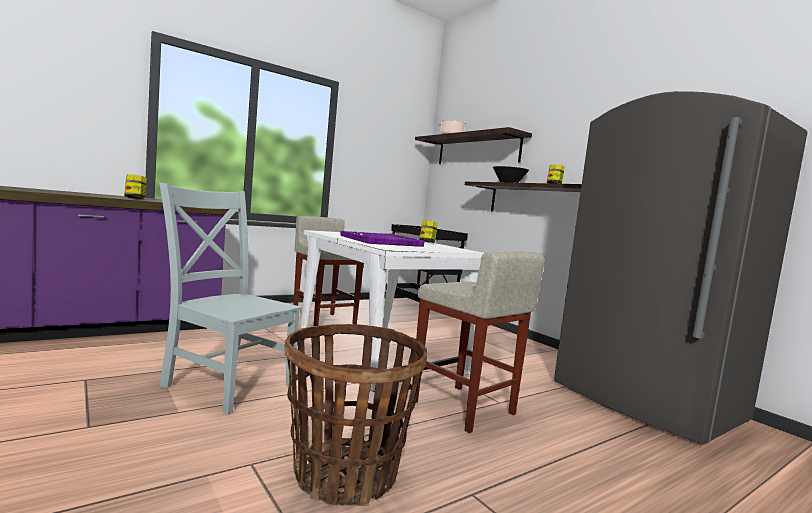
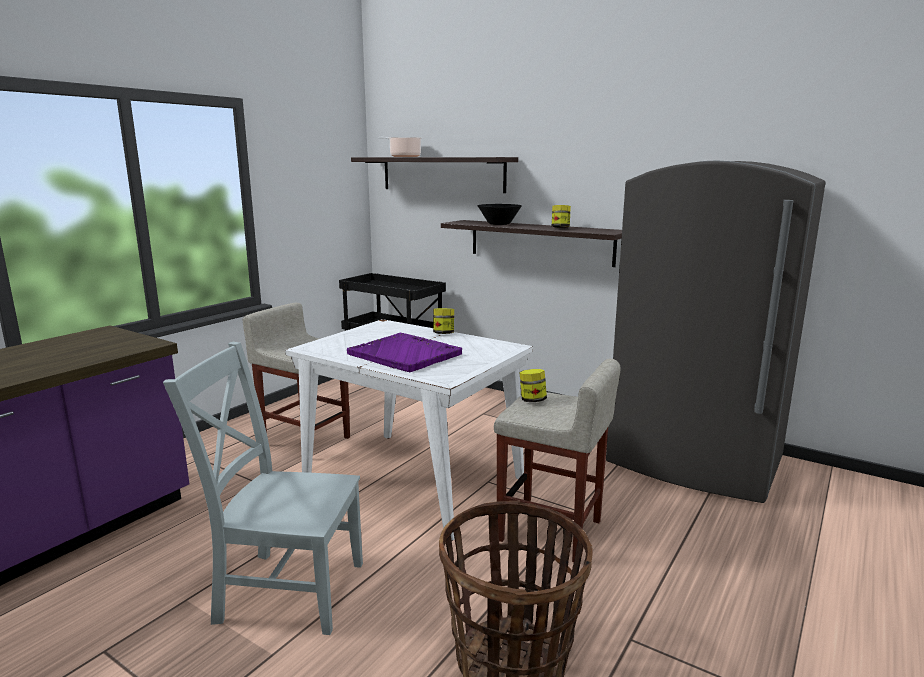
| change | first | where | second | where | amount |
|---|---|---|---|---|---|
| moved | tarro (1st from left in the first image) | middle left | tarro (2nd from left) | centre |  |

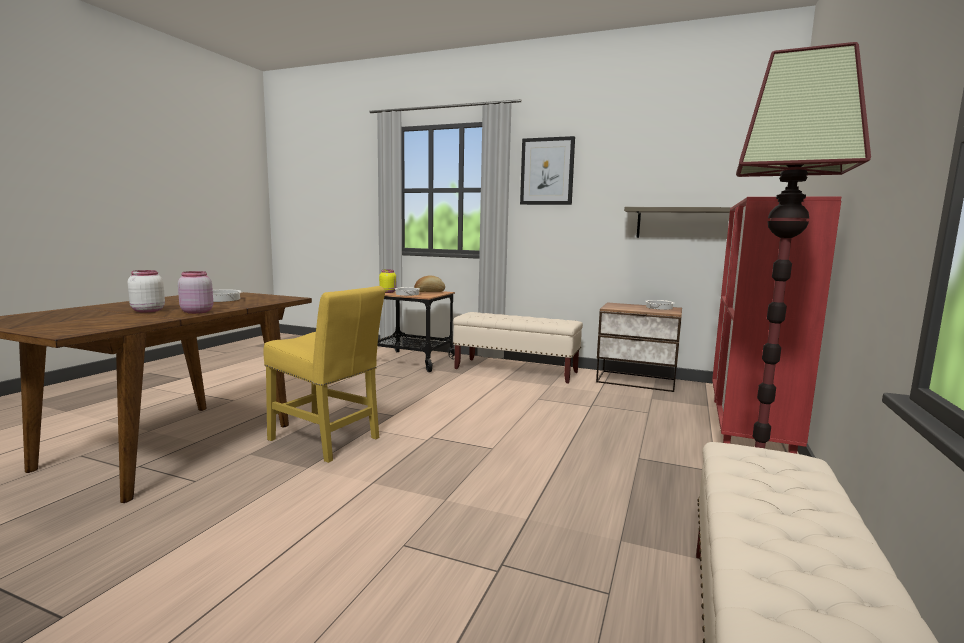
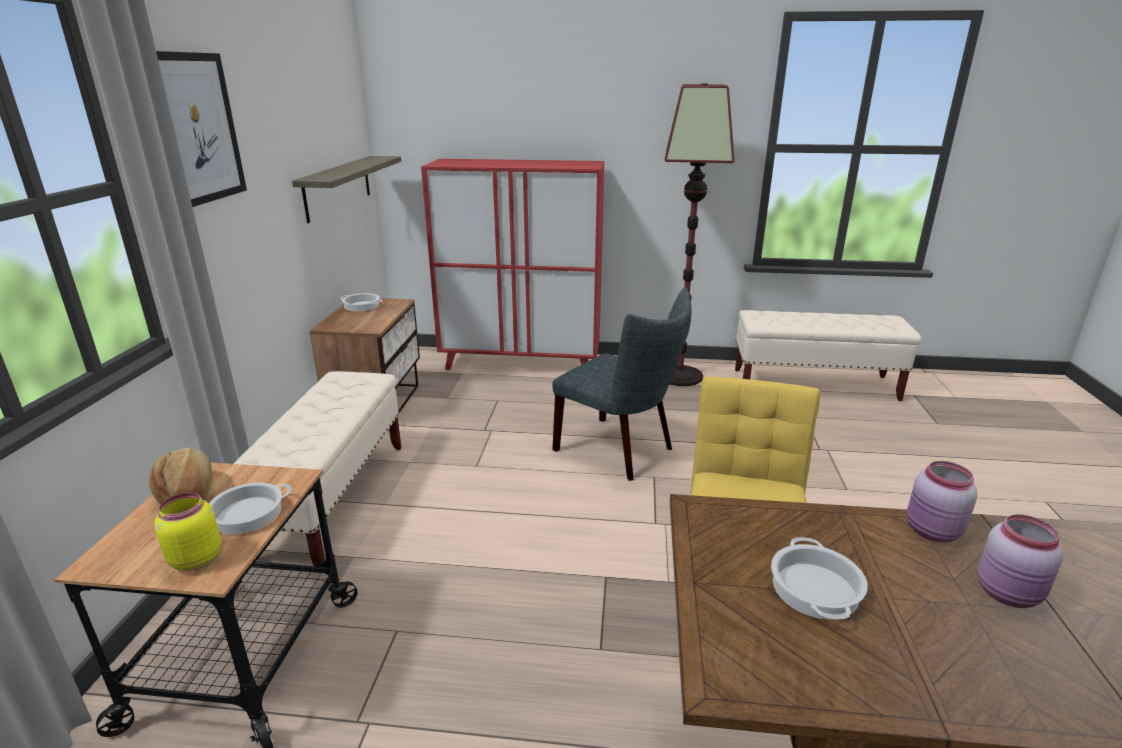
| change | first | where | second | where | amount |
|---|---|---|---|---|---|
| recoloured | tarro [blanco] | middle left | tarro [rosa] (2nd from left) | bottom right |  |
| added |  |  | silla [gris] | centre |  |

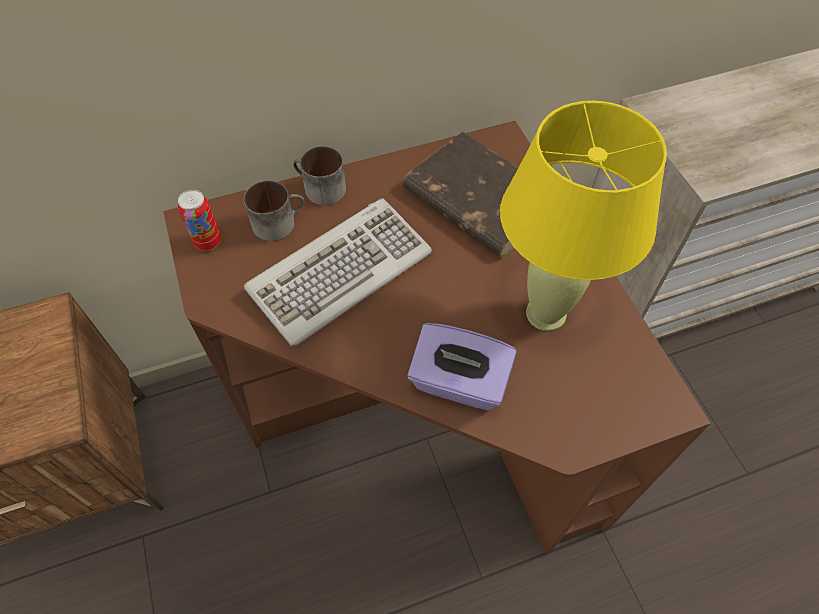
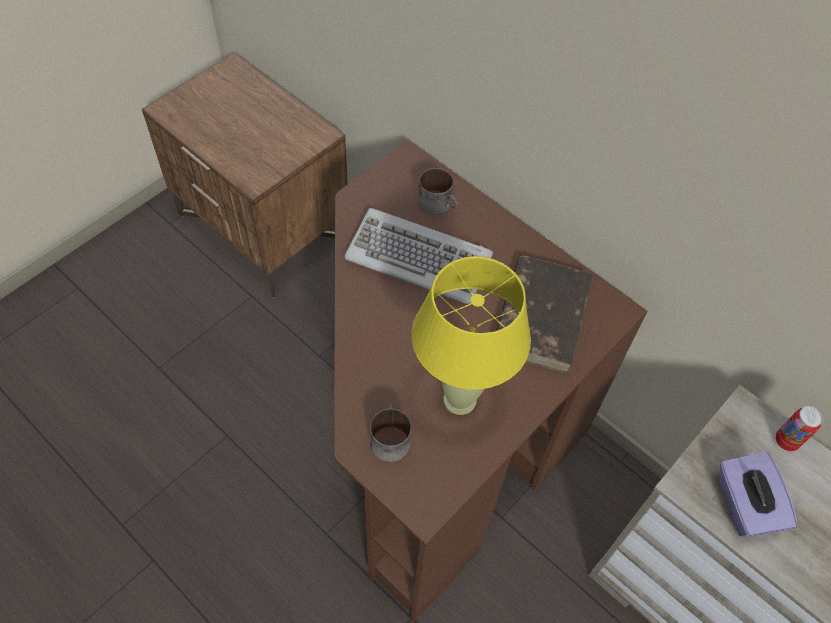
| change | first | where | second | where | amount |
|---|---|---|---|---|---|
| moved | taza grande (2nd from left in the first image) | top centre | taza grande (1st from left) | bottom centre |  |
| moved | lata | middle left |  | bottom right |  |
| moved | caja de pañuelos [morado] | centre |  | bottom right |  |

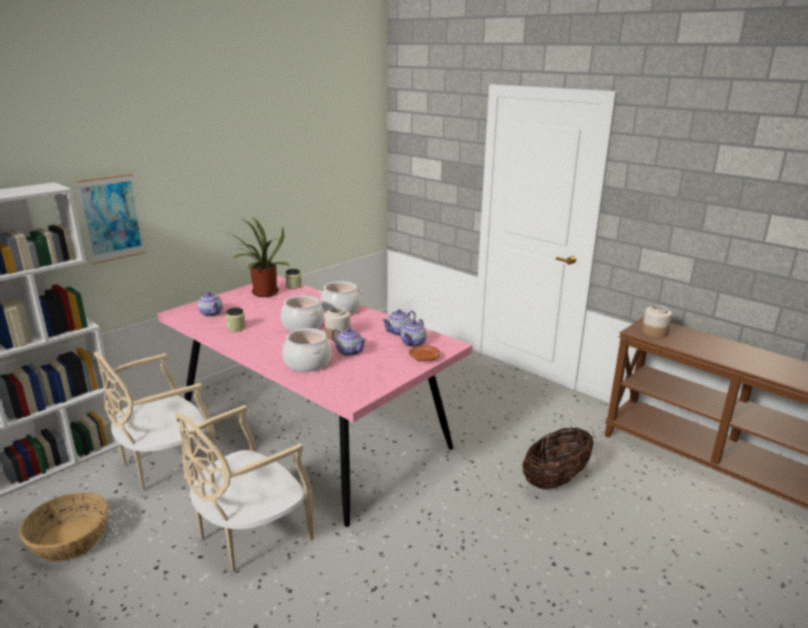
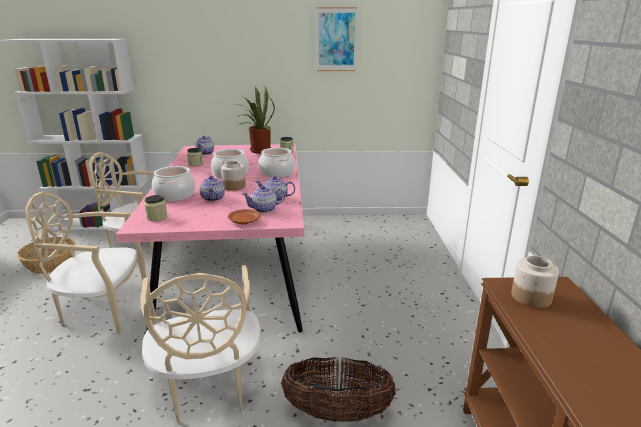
| change | first | where | second | where | amount |
|---|---|---|---|---|---|
| moved | cuadro | middle left |  | top centre |  |
| added |  |  | tarro (1st from left) | middle left |  |
| added |  |  | silla [beis] (3rd from left) | bottom left |  |

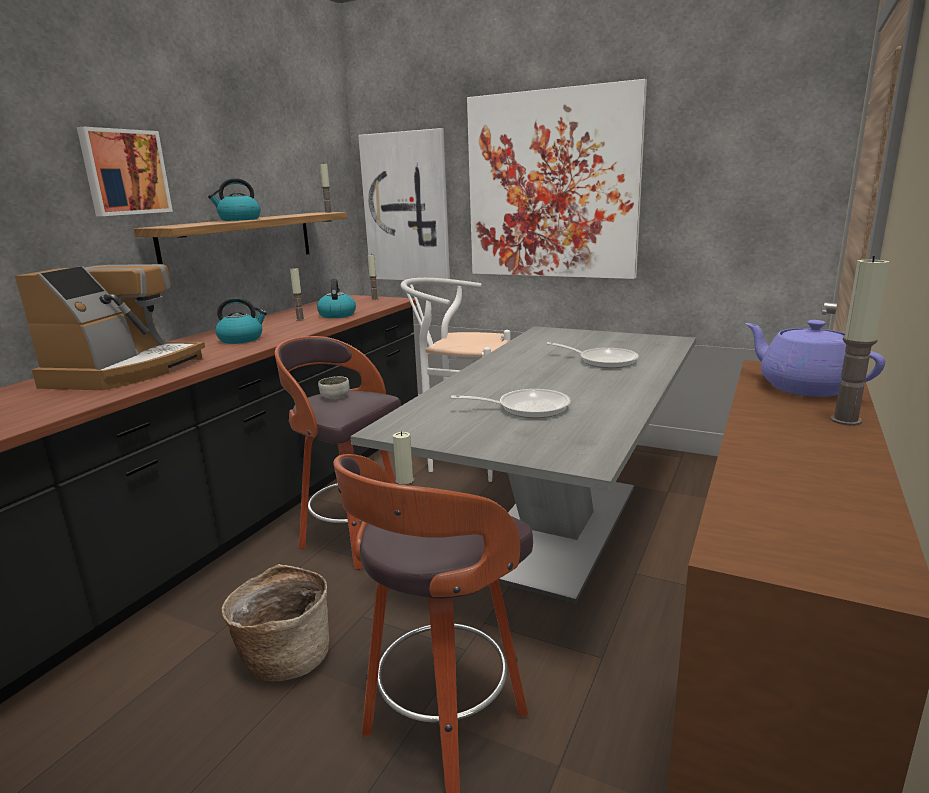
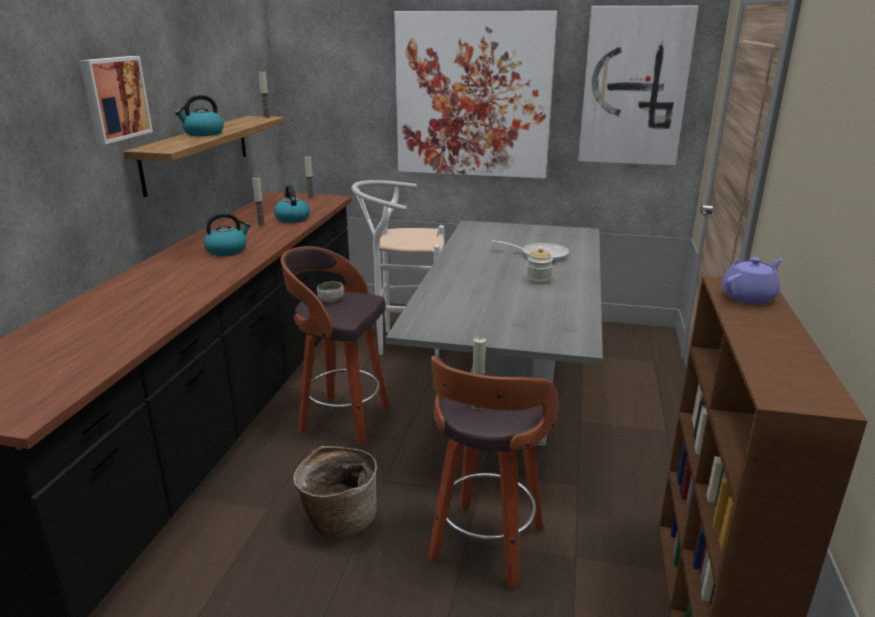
| change | first | where | second | where | amount |
|---|---|---|---|---|---|
| moved | cuadro (2nd from left in the first image) | top centre | cuadro (3rd from left) | top right |  |
| removed | vela (5th from left) | middle right |  |  |  |
| removed | cafetera | middle left |  |  |  |
| turned | tetera [morado] | middle right |  | middle right | 105 degrees clockwise |
| removed | sartén (1st from left) | centre |  |  |  |
| added |  |  | tarro | centre |  |

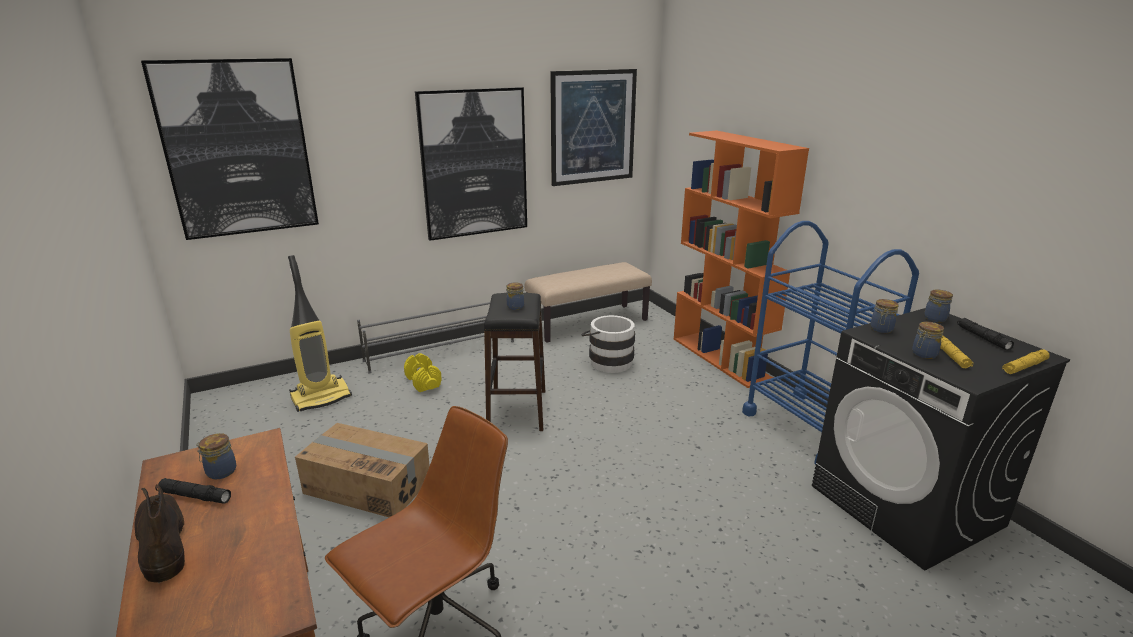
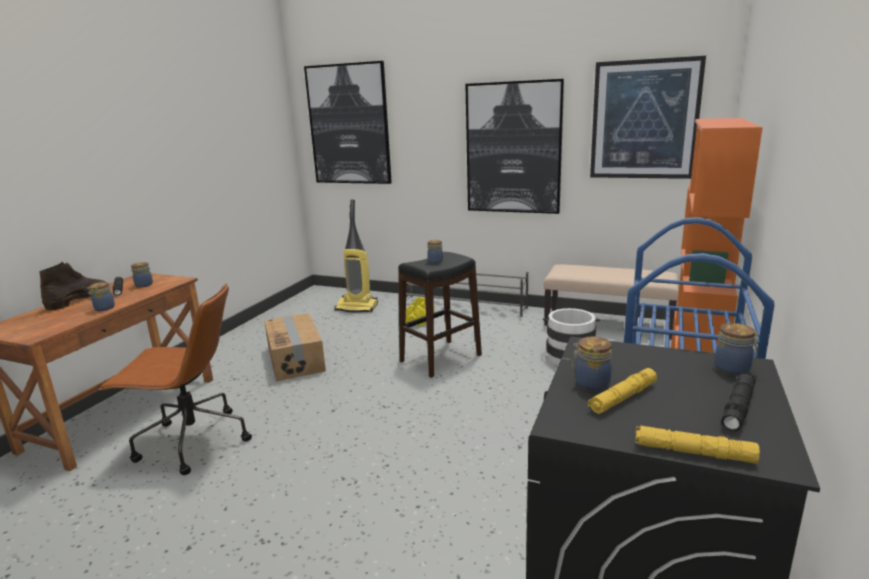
| change | first | where | second | where | amount |
|---|---|---|---|---|---|
| moved | tarro (3rd from left in the first image) | middle right | tarro (1st from left) | middle left |  |

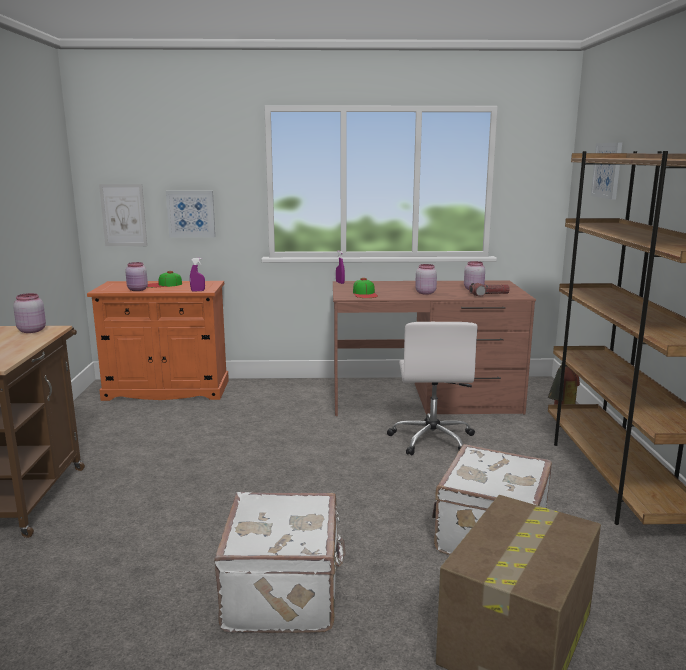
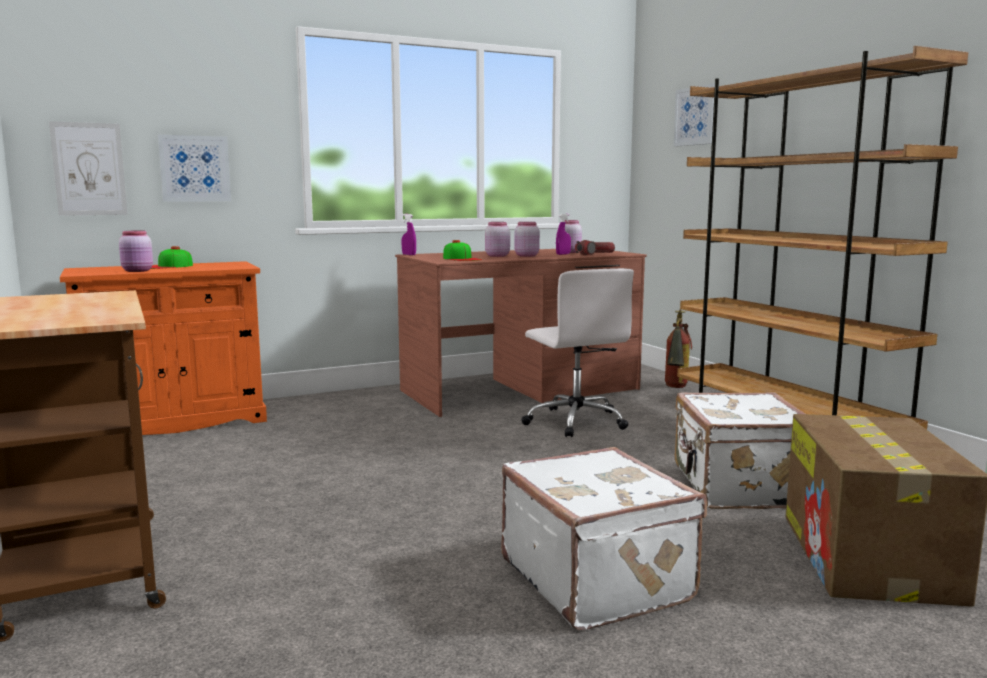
| change | first | where | second | where | amount |
|---|---|---|---|---|---|
| moved | pulverizador [morado] (1st from left in the first image) | middle left | pulverizador [morado] (2nd from left) | centre |  |
| moved | tarro [rosa] (1st from left in the first image) | middle left | tarro [rosa] (2nd from left) | centre |  |

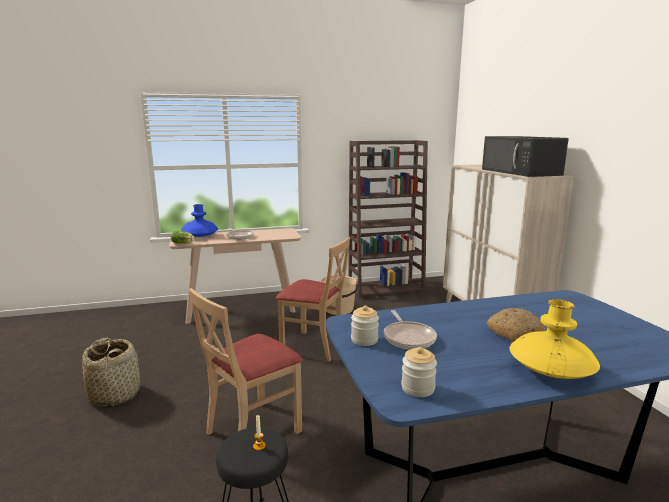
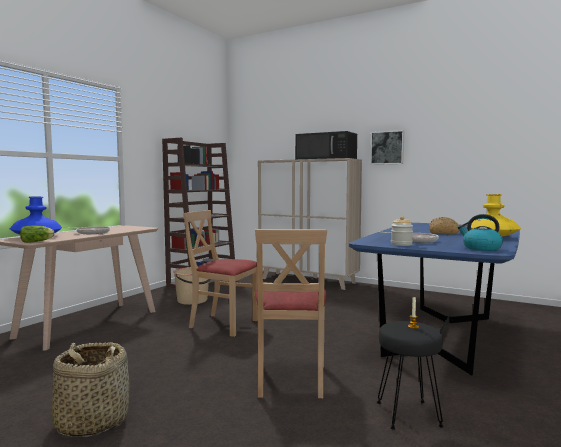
| change | first | where | second | where | amount |
|---|---|---|---|---|---|
| turned | silla [beis] (2nd from left in the first image) | centre | silla [beis] (1st from left) | centre | 135 degrees counterclockwise |
| replaced | tarro (2nd from left) | bottom centre | hervidor | middle right |  |
| added |  |  | cuadro | top right |  |

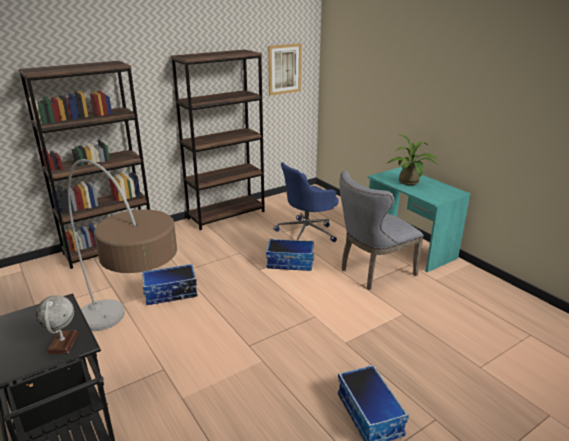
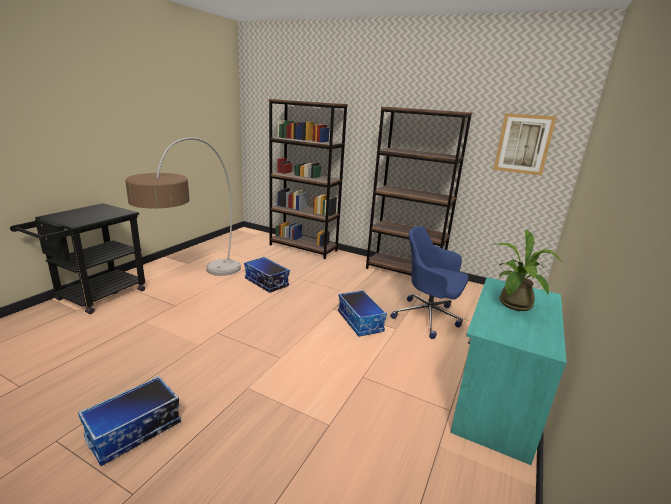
| change | first | where | second | where | amount |
|---|---|---|---|---|---|
| removed | silla [gris] | middle right |  |  |  |
| removed | globo terráqueo | bottom left |  |  |  |

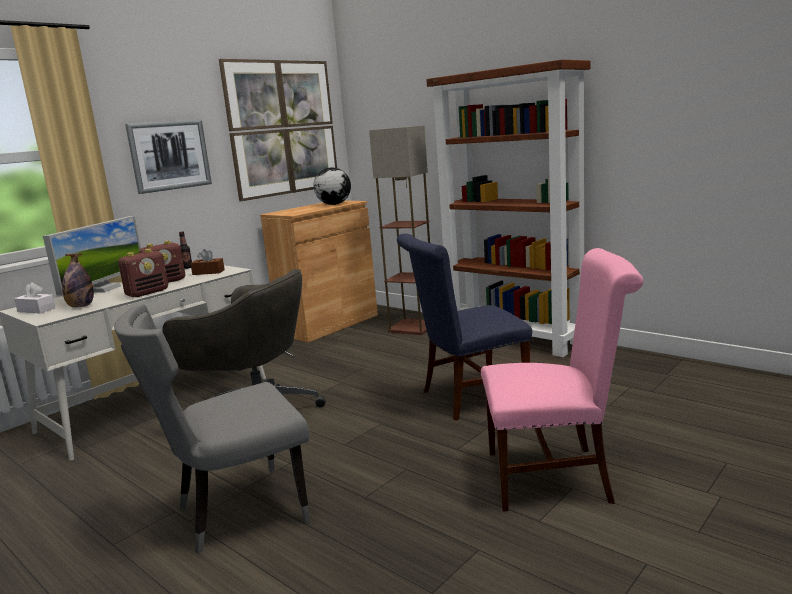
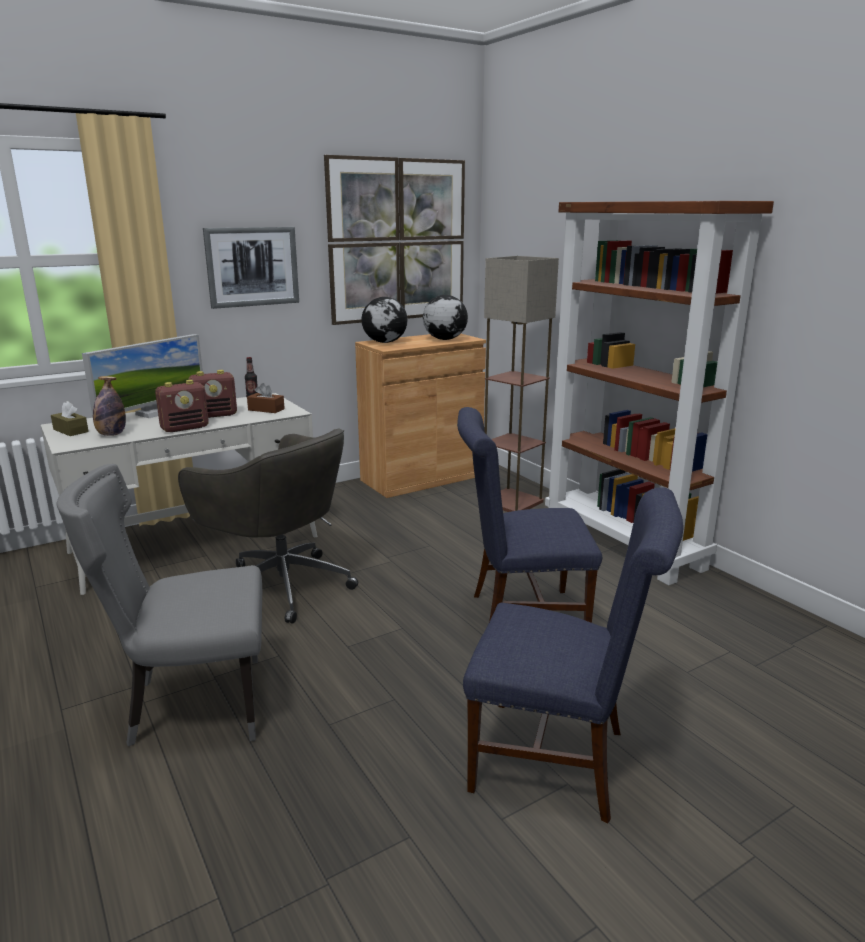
| change | first | where | second | where | amount |
|---|---|---|---|---|---|
| recoloured | silla [rosa] | middle right | silla [azul] (2nd from left) | bottom centre |  |
| recoloured | caja de pañuelos [blanco] | middle left | caja de pañuelos [marrón] (1st from left) | middle left |  |
| added |  |  | globo terráqueo (1st from left) | centre |  |

